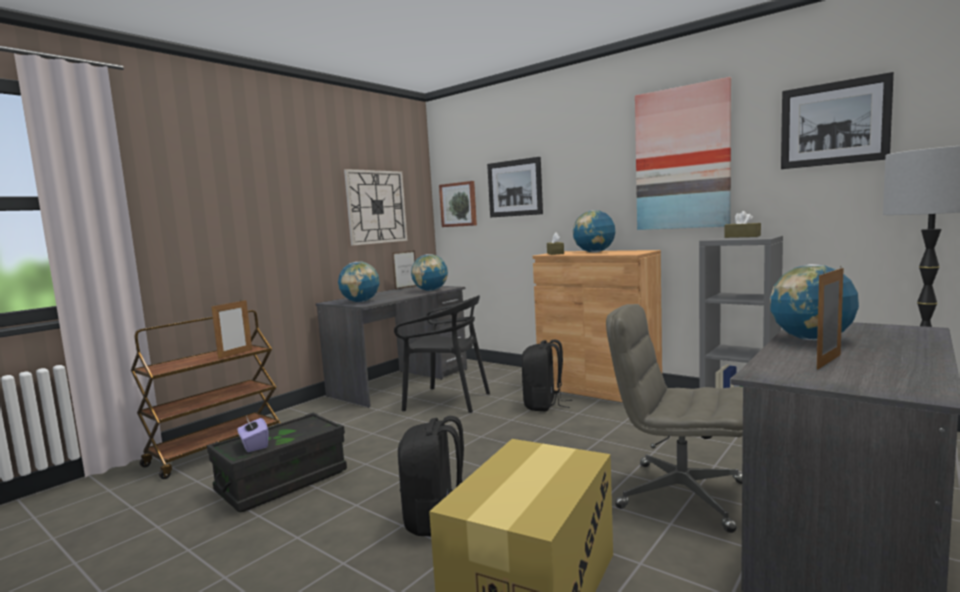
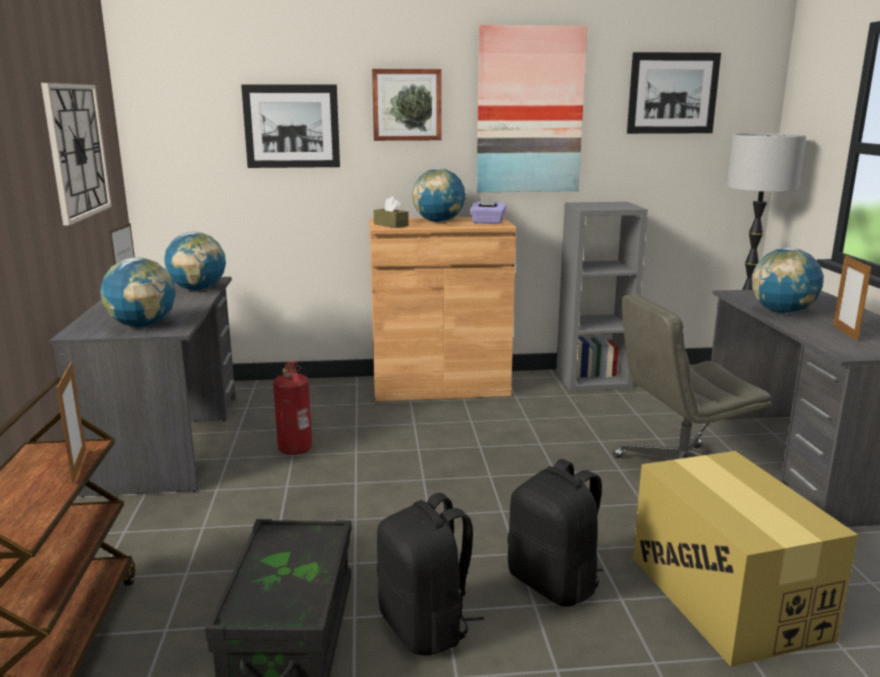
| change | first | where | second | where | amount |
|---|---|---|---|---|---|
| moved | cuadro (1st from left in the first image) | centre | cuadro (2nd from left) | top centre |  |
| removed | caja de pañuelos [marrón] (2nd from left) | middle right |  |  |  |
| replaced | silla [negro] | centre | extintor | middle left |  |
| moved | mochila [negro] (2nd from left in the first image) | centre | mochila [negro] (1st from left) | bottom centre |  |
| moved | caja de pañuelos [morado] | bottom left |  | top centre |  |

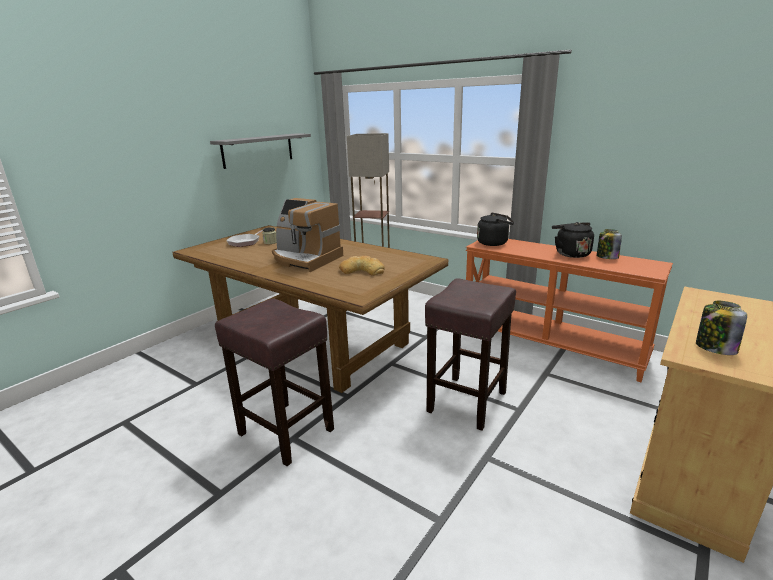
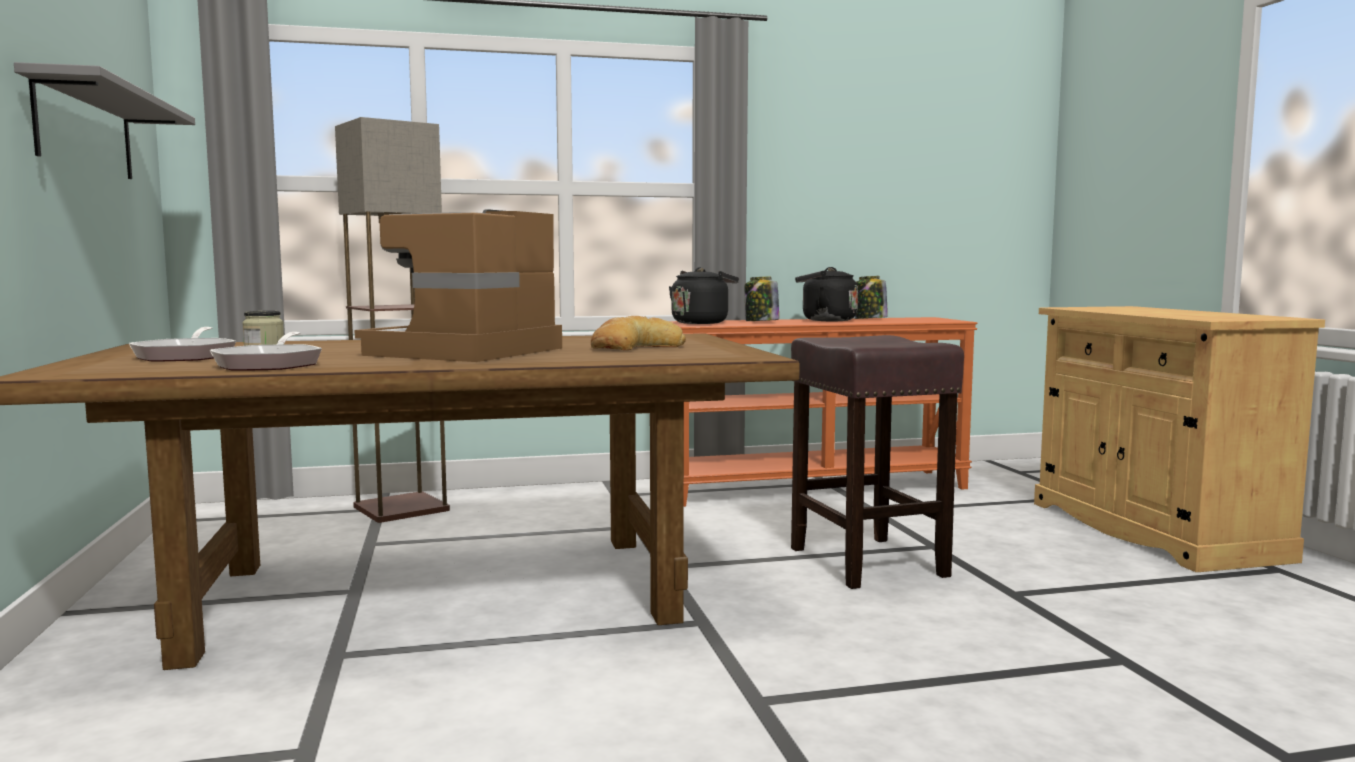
| change | first | where | second | where | amount |
|---|---|---|---|---|---|
| turned | cafetera | centre |  | centre | 135 degrees clockwise |
| removed | taburete [marrón] (1st from left) | centre |  |  |  |
| moved | tarro (3rd from left in the first image) | middle right | tarro (2nd from left) | centre |  |
| added |  |  | sartén (2nd from left) | middle left |  |

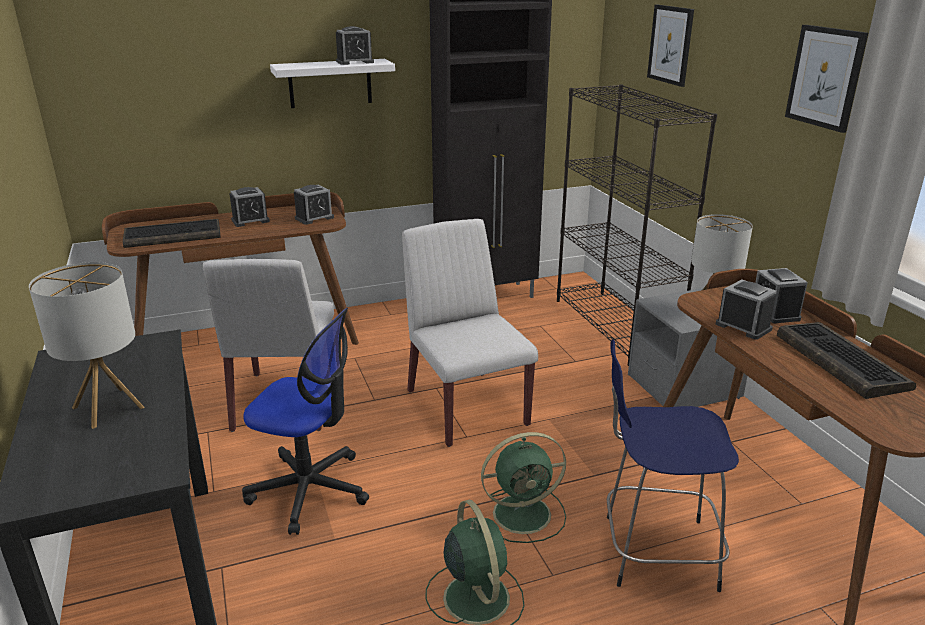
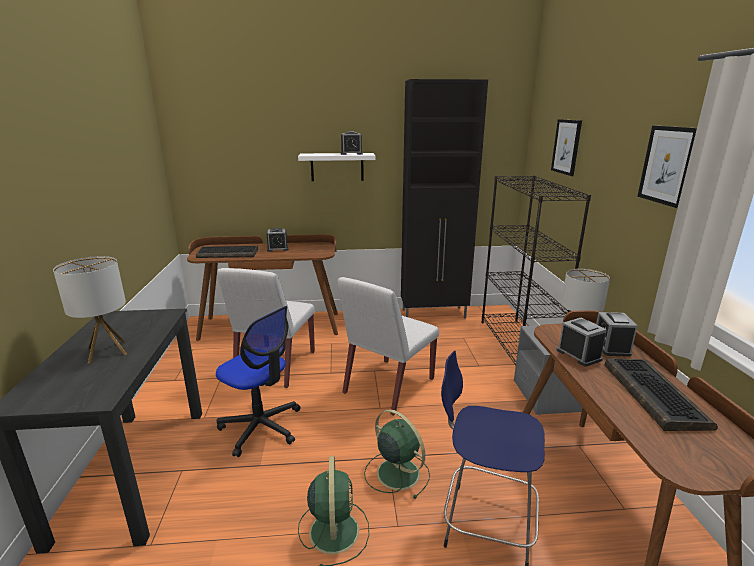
| change | first | where | second | where | amount |
|---|---|---|---|---|---|
| removed | despertador (2nd from left) | top centre |  |  |  |
| turned | silla [blanco] (2nd from left) | centre |  | centre | 135 degrees counterclockwise |
| turned | ventilador [verde] (2nd from left) | bottom centre |  | bottom centre | 135 degrees counterclockwise |

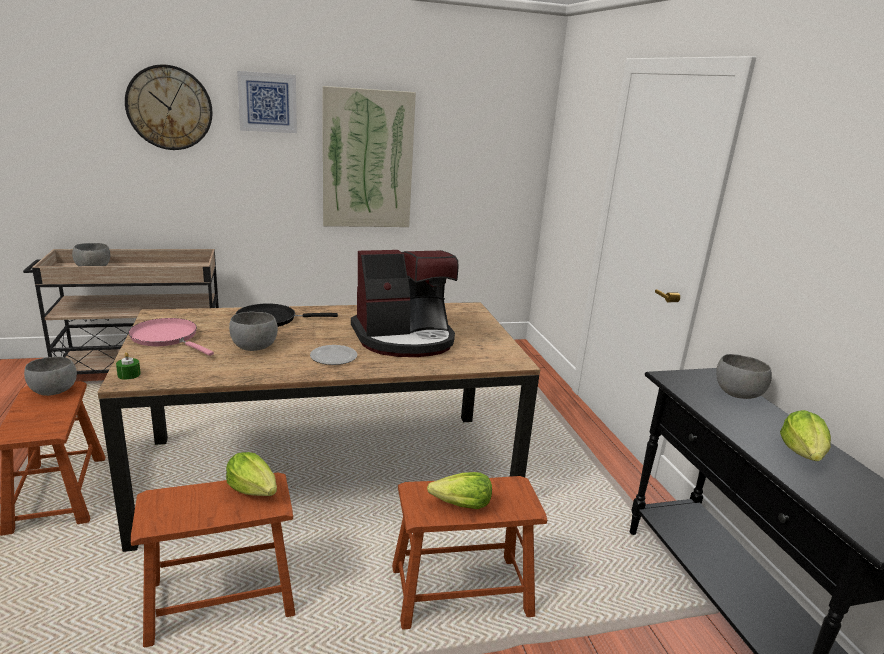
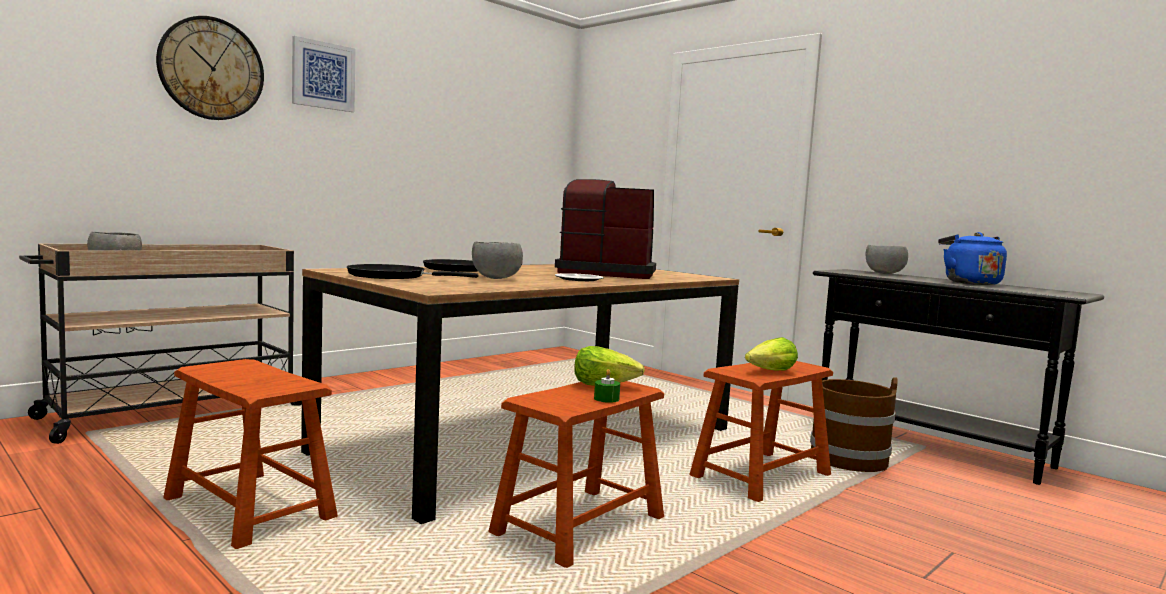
| change | first | where | second | where | amount |
|---|---|---|---|---|---|
| removed | cuadro (2nd from left) | top centre |  |  |  |
| turned | cafetera | centre |  | centre | 120 degrees counterclockwise |
| recoloured | sartén [rosa] | middle left | sartén [negro] (1st from left) | centre |  |
| moved | vela [verde] | middle left |  | centre |  |
| removed | cuenco [gris] (1st from left) | middle left |  |  |  |
| replaced | lechuga (3rd from left) | middle right | hervidor [azul] | middle right |  |
| added |  |  | cubo [marrón] | bottom right |  |

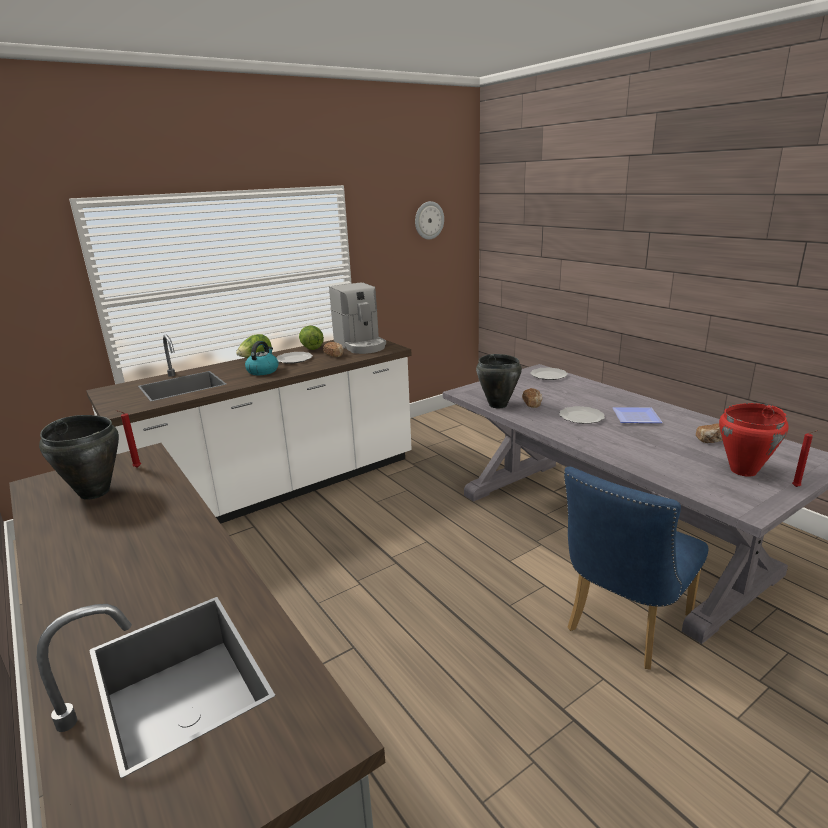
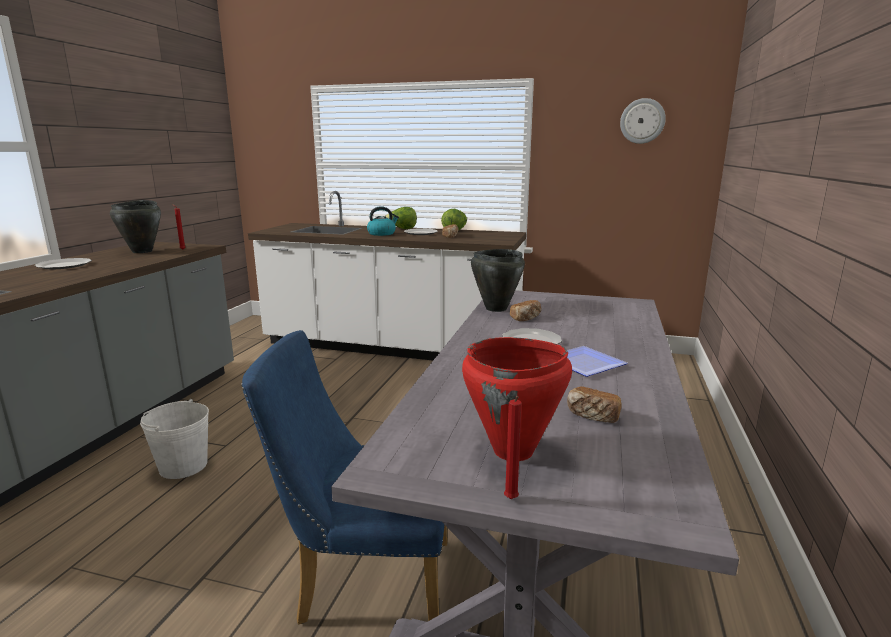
| change | first | where | second | where | amount |
|---|---|---|---|---|---|
| removed | cafetera | centre |  |  |  |
| moved | plato (2nd from left in the first image) | centre | plato (1st from left) | middle left |  |
| added |  |  | cubo [blanco] | bottom left |  |

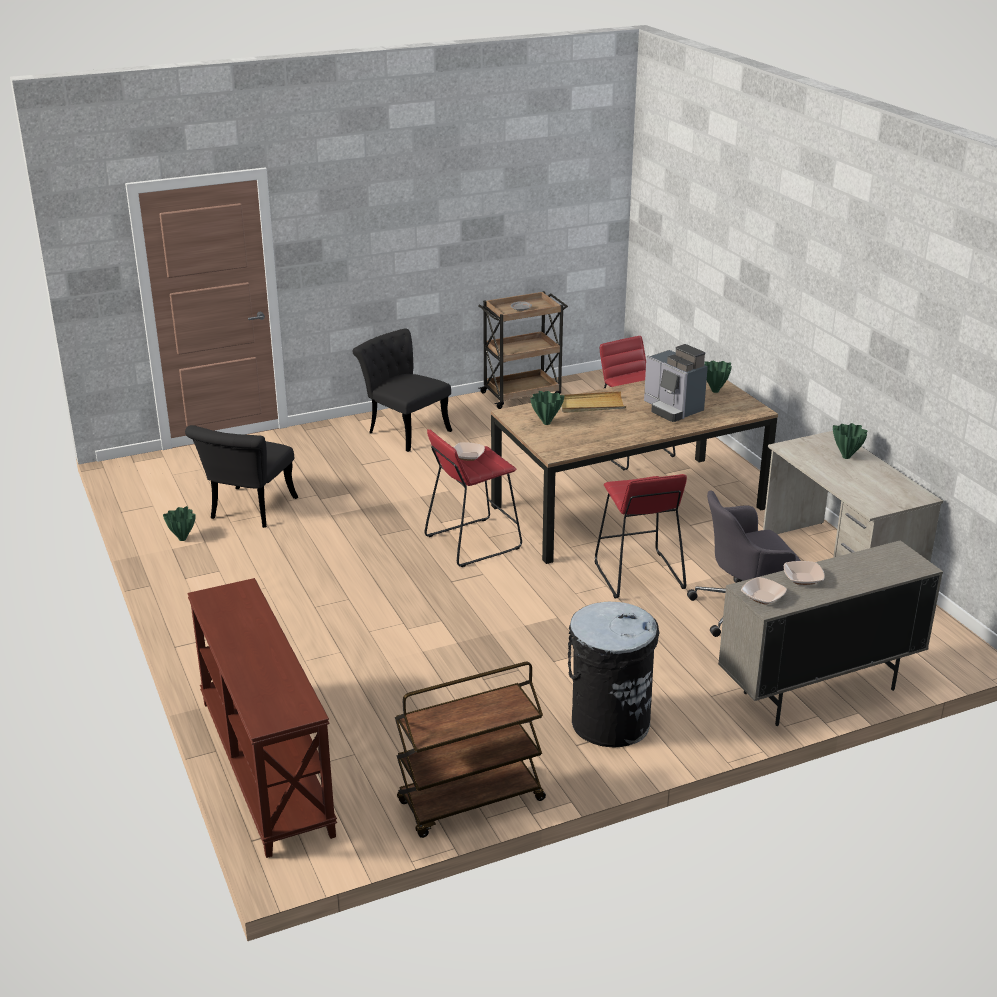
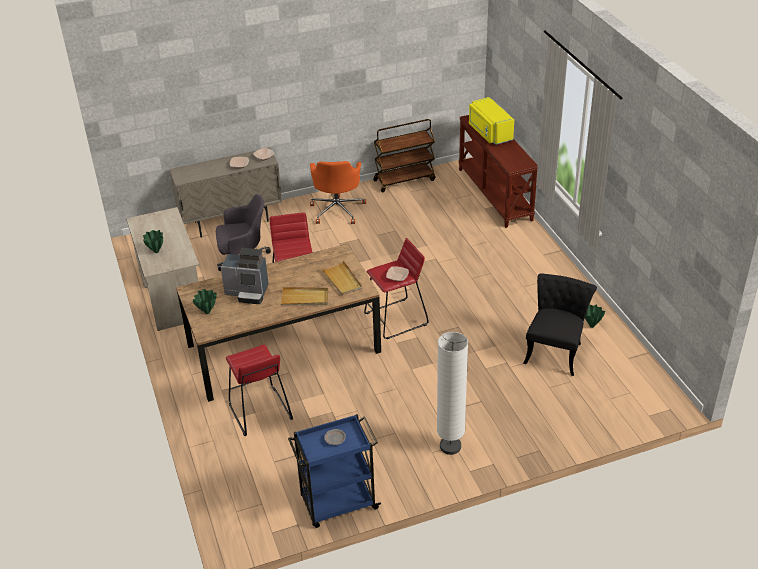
| change | first | where | second | where | amount |
|---|---|---|---|---|---|
| recoloured | carrito [marrón] (2nd from left) | centre | carrito [azul] | bottom centre |  |
| replaced | silla [negro] (2nd from left) | centre | lámpara de pie [blanco] | bottom centre |  |
| turned | cafetera | middle right |  | middle left | 135 degrees clockwise |
| replaced | florero [verde] (2nd from left) | centre | bandeja [beis] (2nd from left) | centre |  |
| replaced | papelera [negro] | bottom centre | silla de oficina [naranja] | centre |  |
| added |  |  | microondas [amarillo] | top centre |  |

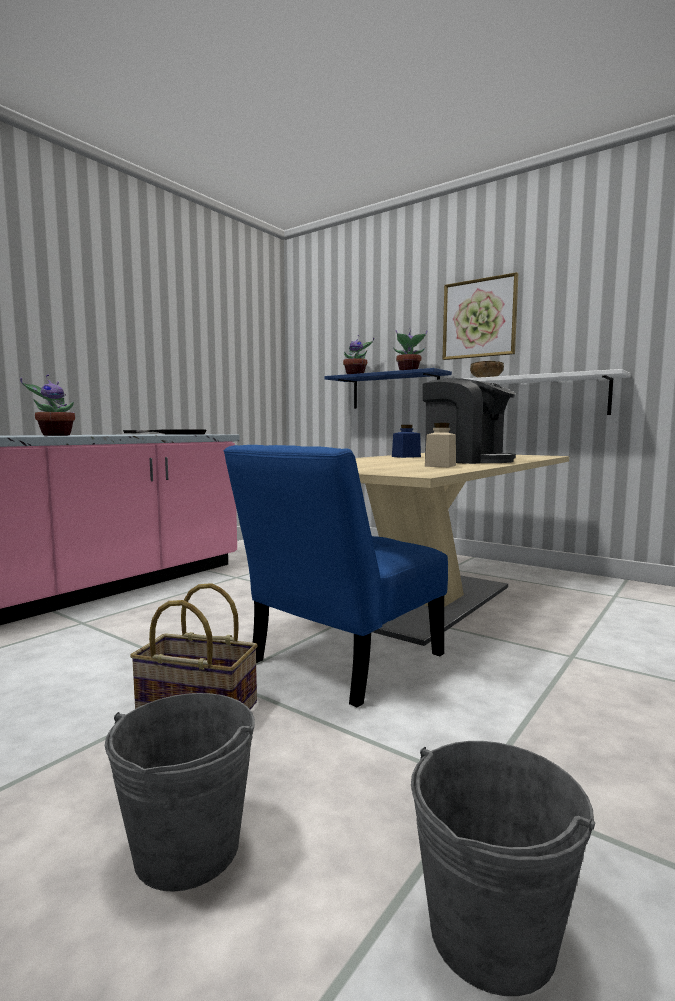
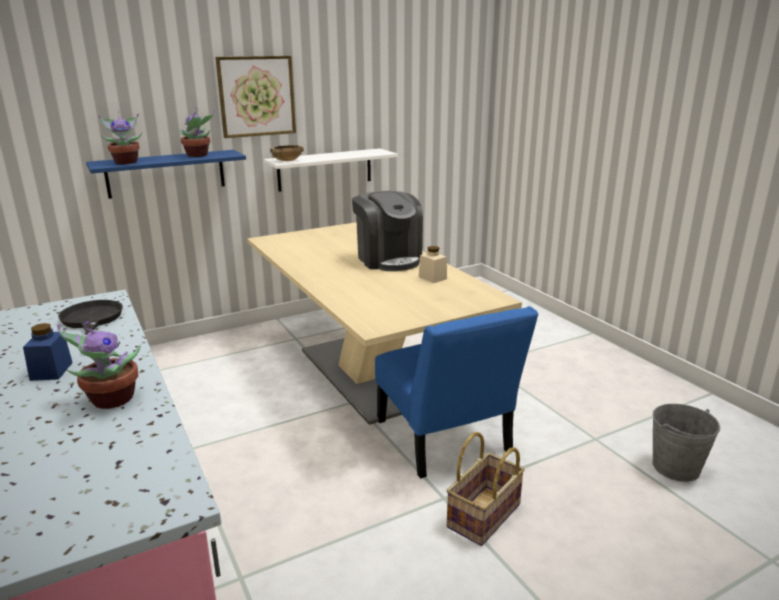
| change | first | where | second | where | amount |
|---|---|---|---|---|---|
| turned | cafetera | middle right |  | centre | 90 degrees clockwise |
| moved | tarro [azul] | centre |  | middle left |  |
| removed | cubo [gris] (1st from left) | bottom left |  |  |  |

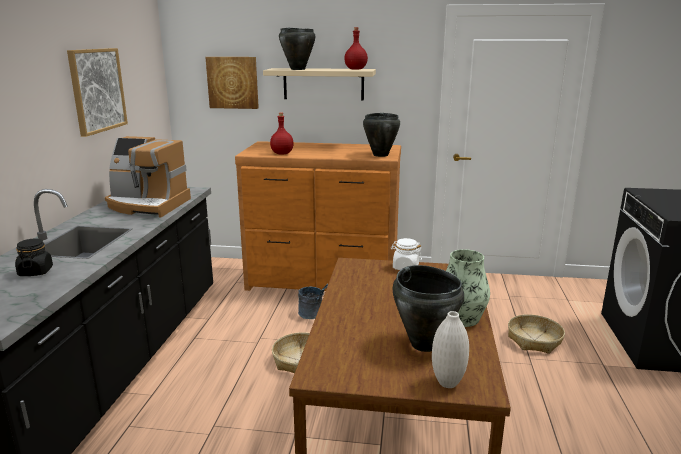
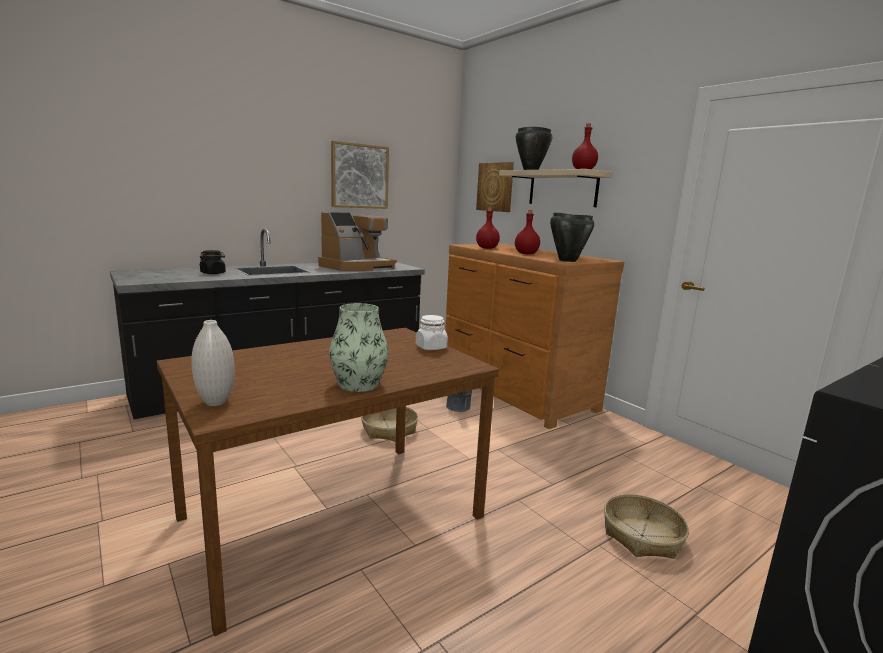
| change | first | where | second | where | amount |
|---|---|---|---|---|---|
| turned | cafetera | middle left |  | centre | 105 degrees counterclockwise |
| removed | olla [negro] (3rd from left) | bottom centre |  |  |  |
| added |  |  | botella [rojo] (2nd from left) | centre |  |

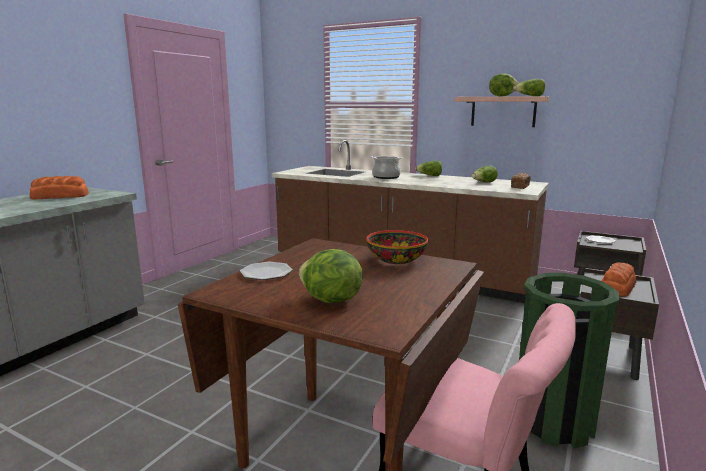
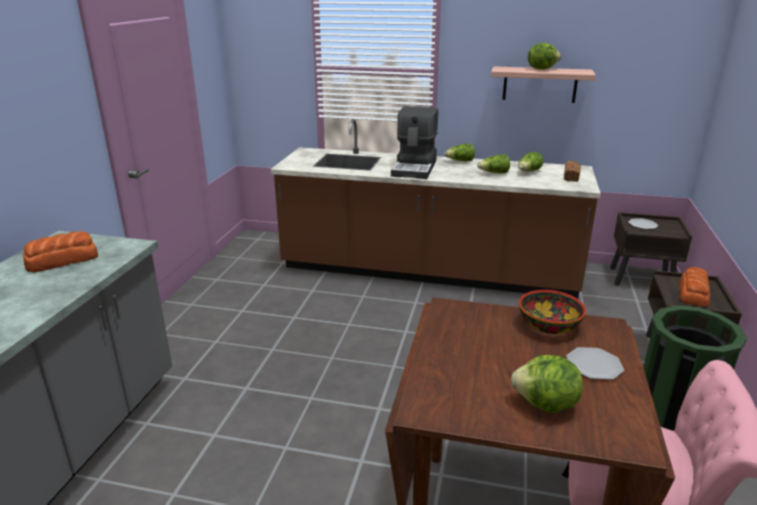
| change | first | where | second | where | amount |
|---|---|---|---|---|---|
| moved | lechuga (5th from left in the first image) | top right | lechuga (2nd from left) | top centre |  |
| replaced | olla | centre | cafetera | top centre |  |
| moved | plato (1st from left) | centre |  | bottom right |  |

